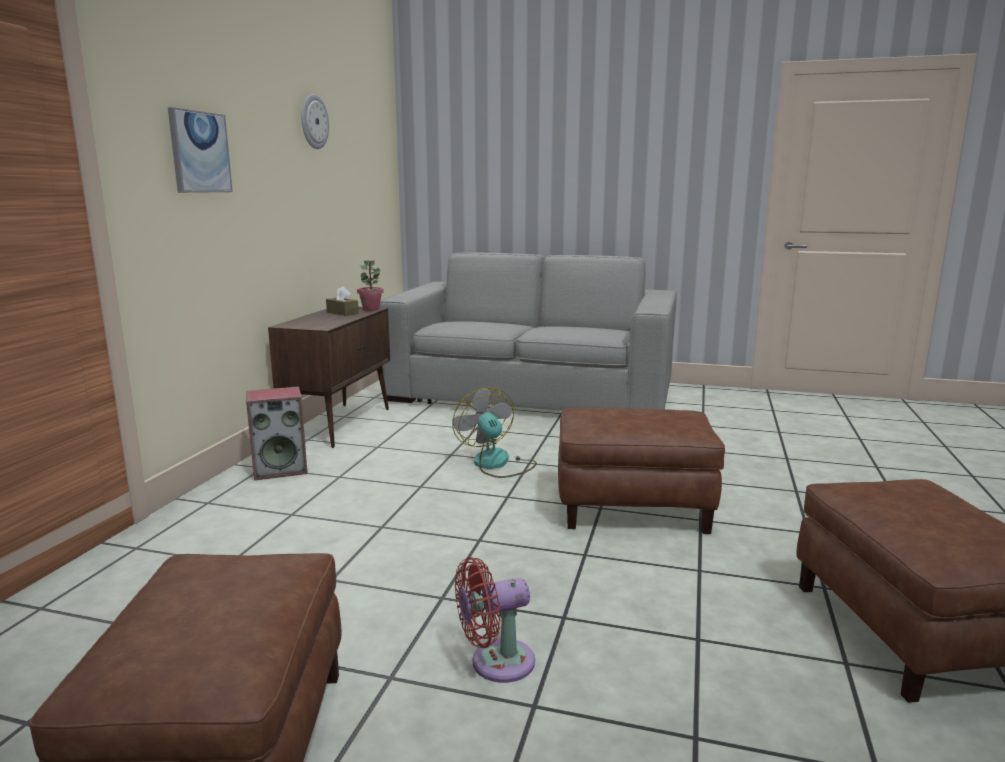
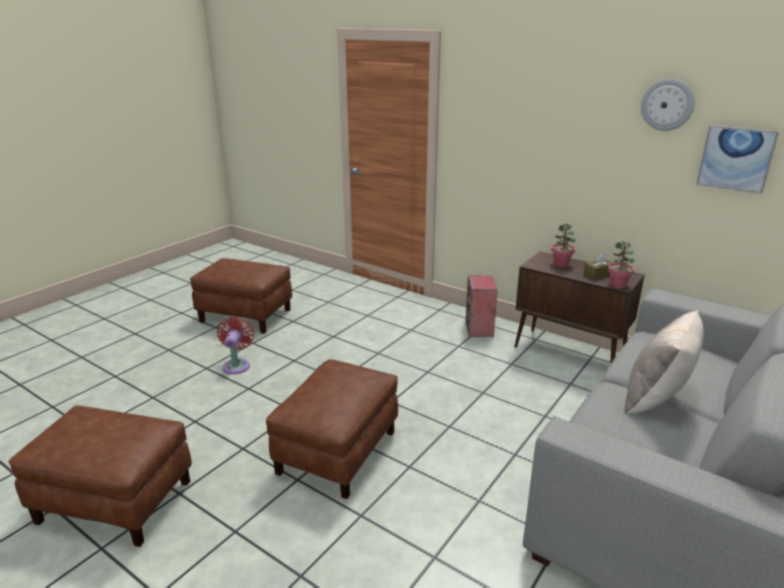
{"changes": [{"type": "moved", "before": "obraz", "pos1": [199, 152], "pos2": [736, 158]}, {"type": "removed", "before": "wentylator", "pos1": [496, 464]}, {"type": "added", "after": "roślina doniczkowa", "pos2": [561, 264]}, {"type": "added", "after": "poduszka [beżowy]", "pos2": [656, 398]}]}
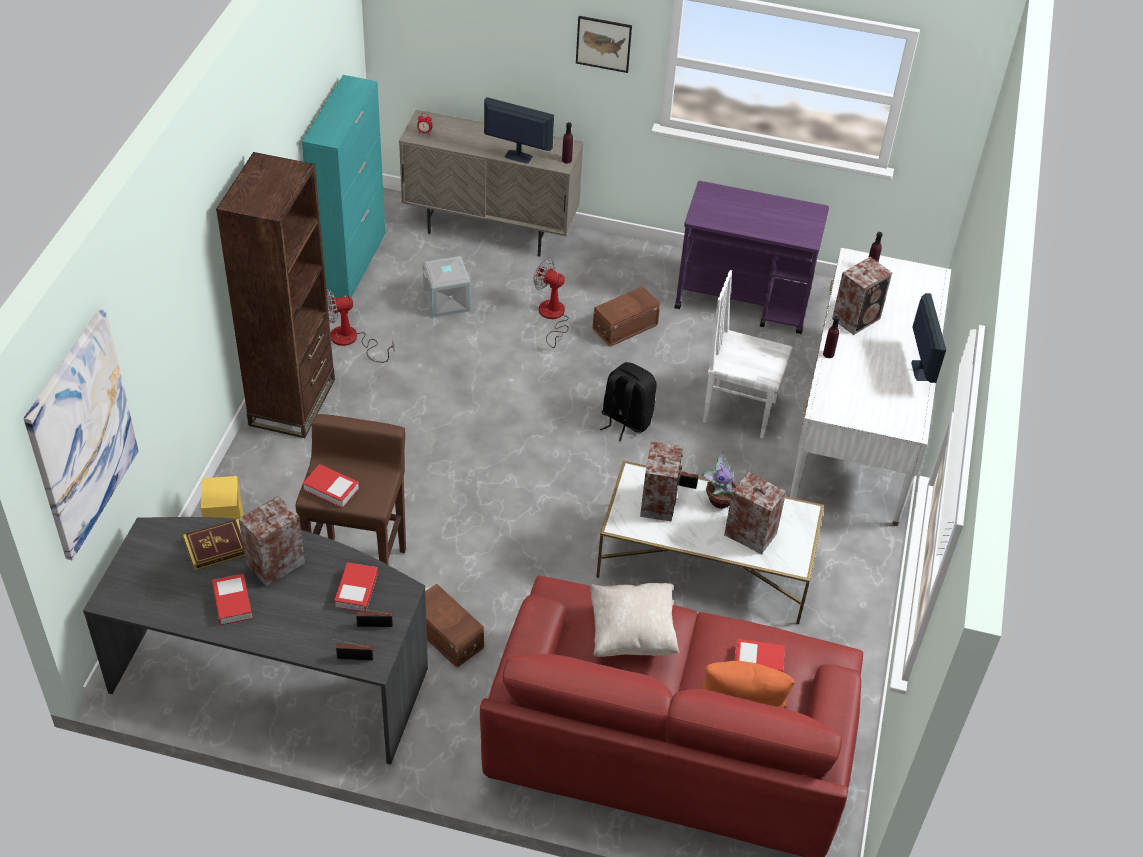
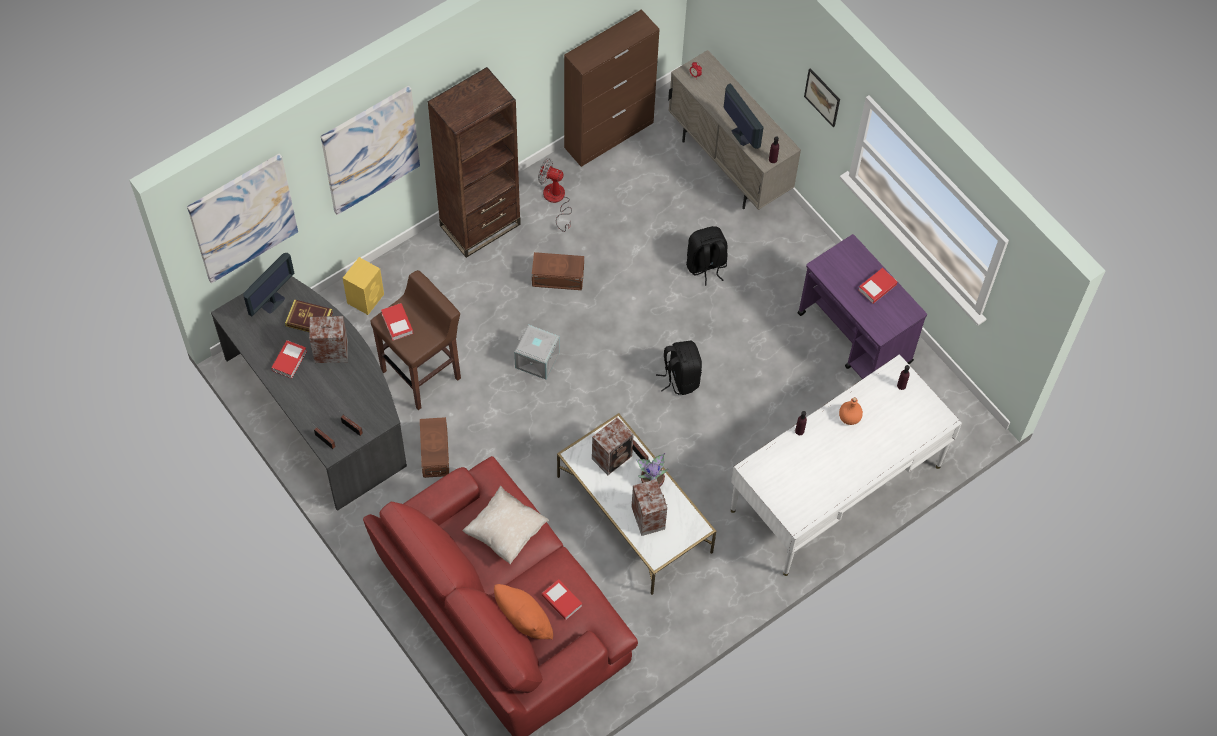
{"changes": [{"type": "recoloured", "before": "szafka [turkusowy]", "after": "szafka [brązowy]", "pos1": [352, 262], "pos2": [609, 135]}, {"type": "moved", "before": "pojemnik do przechowywania [szary]", "pos1": [446, 302], "pos2": [536, 360]}, {"type": "replaced", "before": "głośnik", "after": "butelka [pomarańczowy]", "pos1": [857, 318], "pos2": [849, 417]}, {"type": "replaced", "before": "wentylator", "after": "plecak [czarny]", "pos1": [552, 317], "pos2": [706, 265]}, {"type": "removed", "before": "krzesło [biały]", "pos1": [739, 410]}, {"type": "moved", "before": "pojemnik do przechowywania [brązowy]", "pos1": [626, 327], "pos2": [558, 278]}, {"type": "moved", "before": "monitor", "pos1": [921, 369], "pos2": [273, 302]}, {"type": "moved", "before": "książka", "pos1": [356, 590], "pos2": [877, 287]}, {"type": "added", "after": "obraz", "pos2": [370, 149]}]}
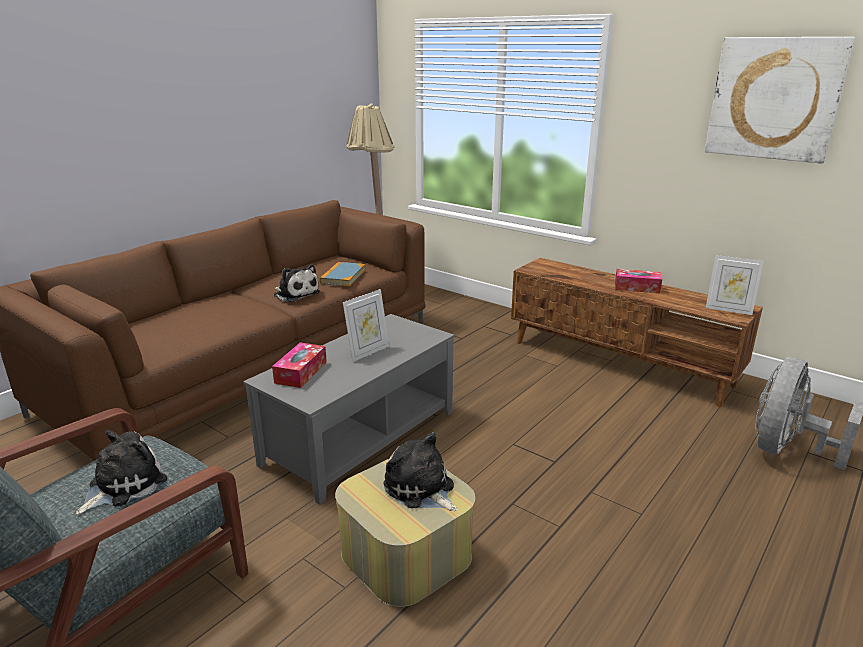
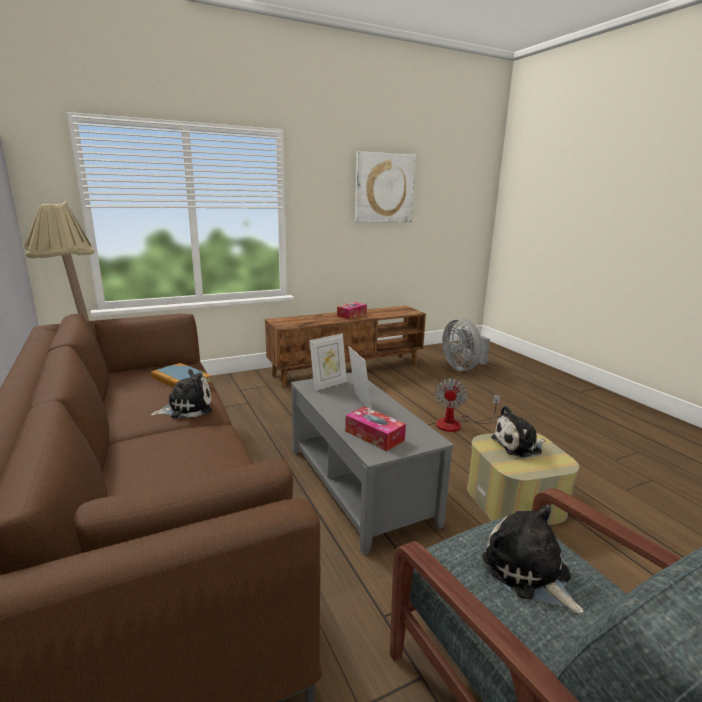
{"changes": [{"type": "moved", "before": "ramka na zdjęcie", "pos1": [728, 310], "pos2": [328, 384]}, {"type": "added", "after": "wentylator", "pos2": [456, 424]}]}
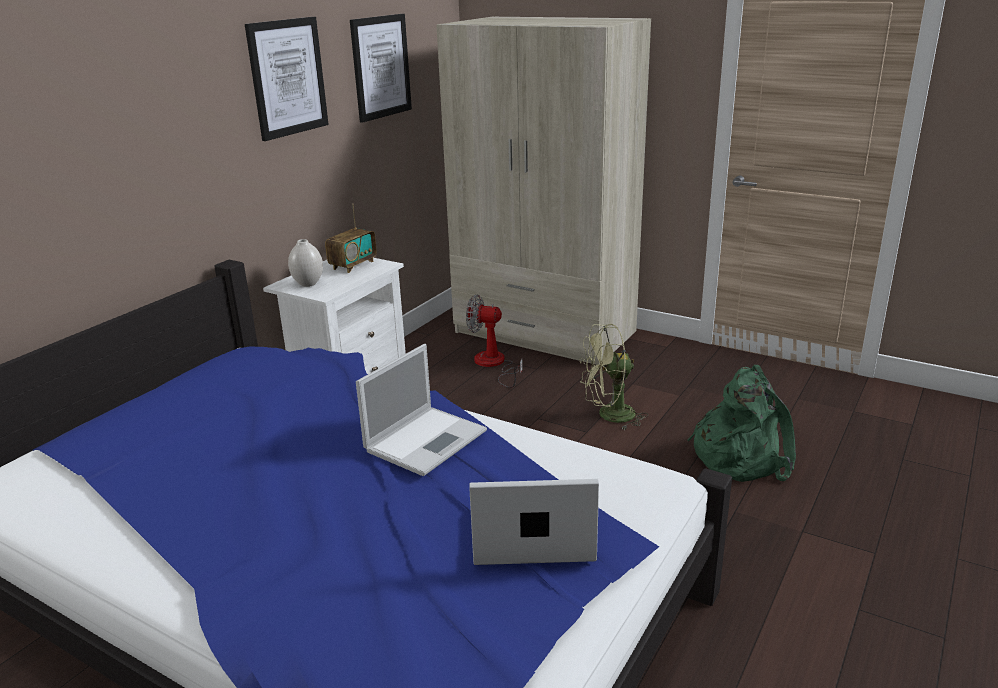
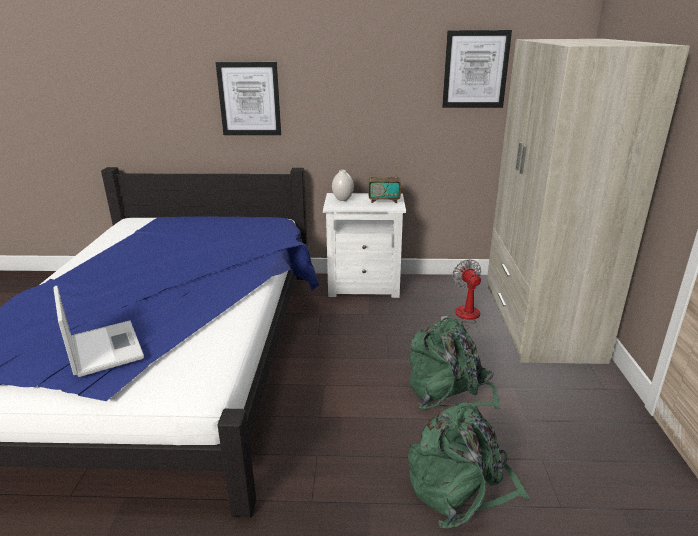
{"changes": [{"type": "moved", "before": "obraz", "pos1": [287, 77], "pos2": [249, 99]}, {"type": "replaced", "before": "wentylator [zielony]", "after": "plecak [zielony]", "pos1": [609, 416], "pos2": [448, 390]}, {"type": "removed", "before": "laptop", "pos1": [427, 439]}]}
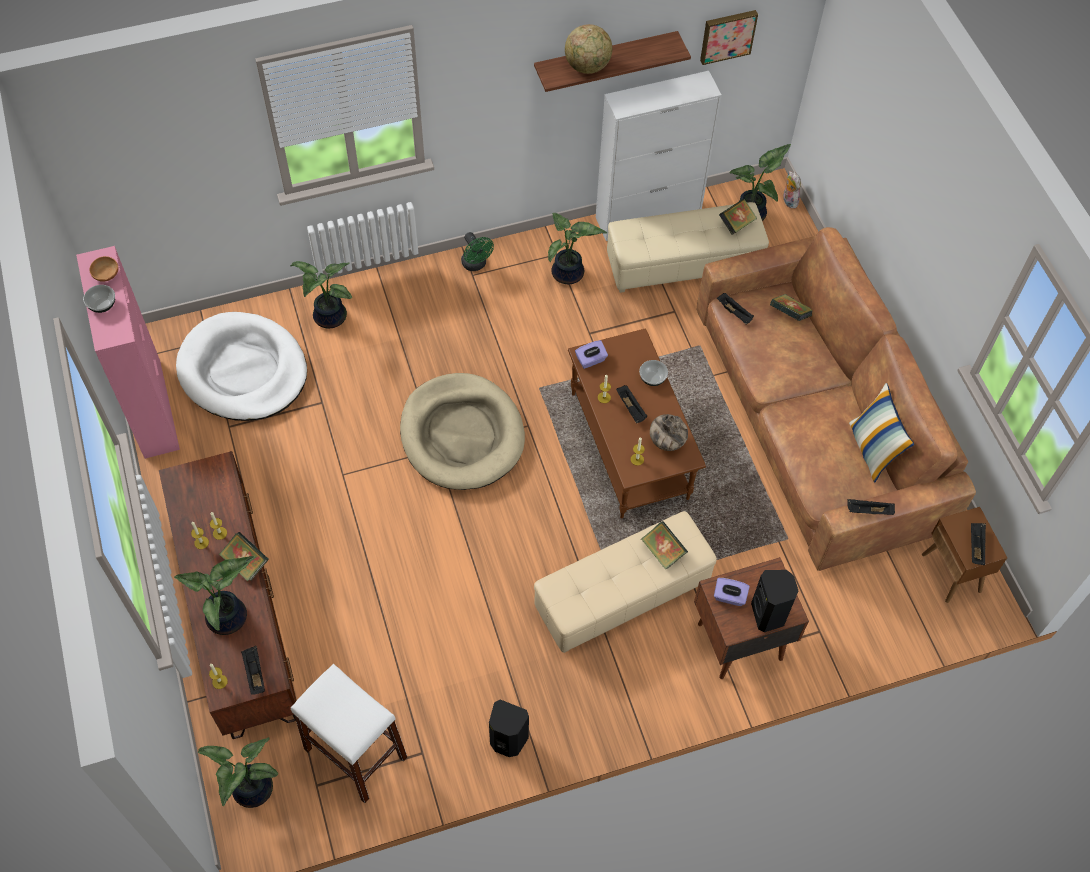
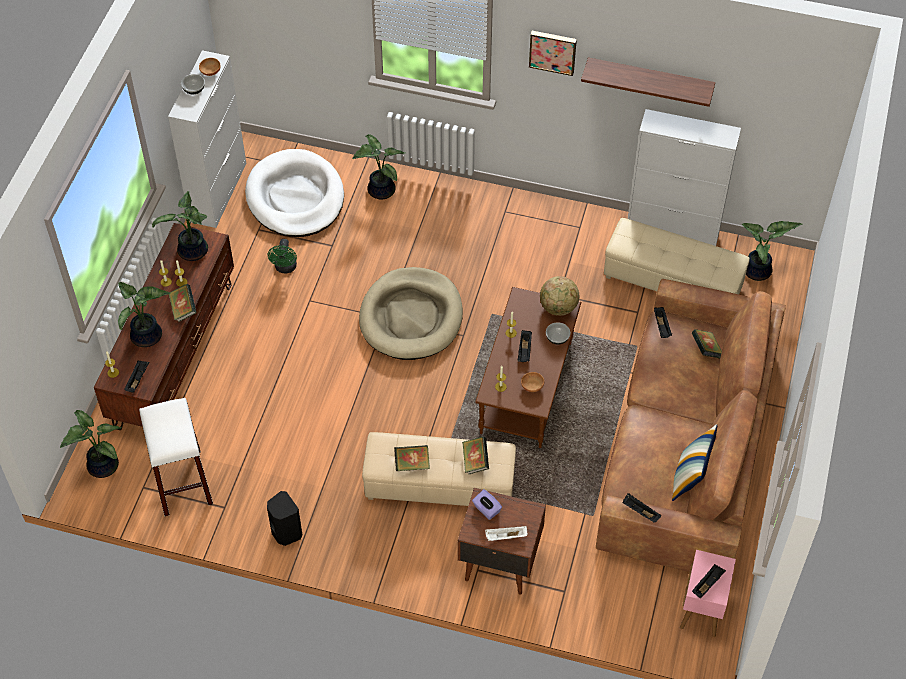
{"changes": [{"type": "moved", "before": "obraz", "pos1": [727, 35], "pos2": [553, 51]}, {"type": "moved", "before": "globus", "pos1": [587, 66], "pos2": [558, 307]}, {"type": "removed", "before": "pluszak", "pos1": [788, 200]}, {"type": "moved", "before": "książka", "pos1": [736, 224], "pos2": [412, 464]}, {"type": "moved", "before": "roślina doniczkowa", "pos1": [568, 275], "pos2": [192, 253]}, {"type": "moved", "before": "wentylator [zielony]", "pos1": [476, 265], "pos2": [285, 268]}, {"type": "recoloured", "before": "szafka [różowy]", "after": "szafka [biały]", "pos1": [152, 408], "pos2": [218, 192]}, {"type": "removed", "before": "pudełko chusteczek [fioletowy]", "pos1": [591, 360]}, {"type": "replaced", "before": "wazon", "after": "miska [brązowy]", "pos1": [666, 441], "pos2": [532, 386]}, {"type": "recoloured", "before": "stolik [brązowy]", "after": "stolik [różowy]", "pos1": [951, 573], "pos2": [702, 611]}, {"type": "replaced", "before": "głośnik [czarny]", "after": "taca [biały]", "pos1": [769, 614], "pos2": [505, 537]}]}
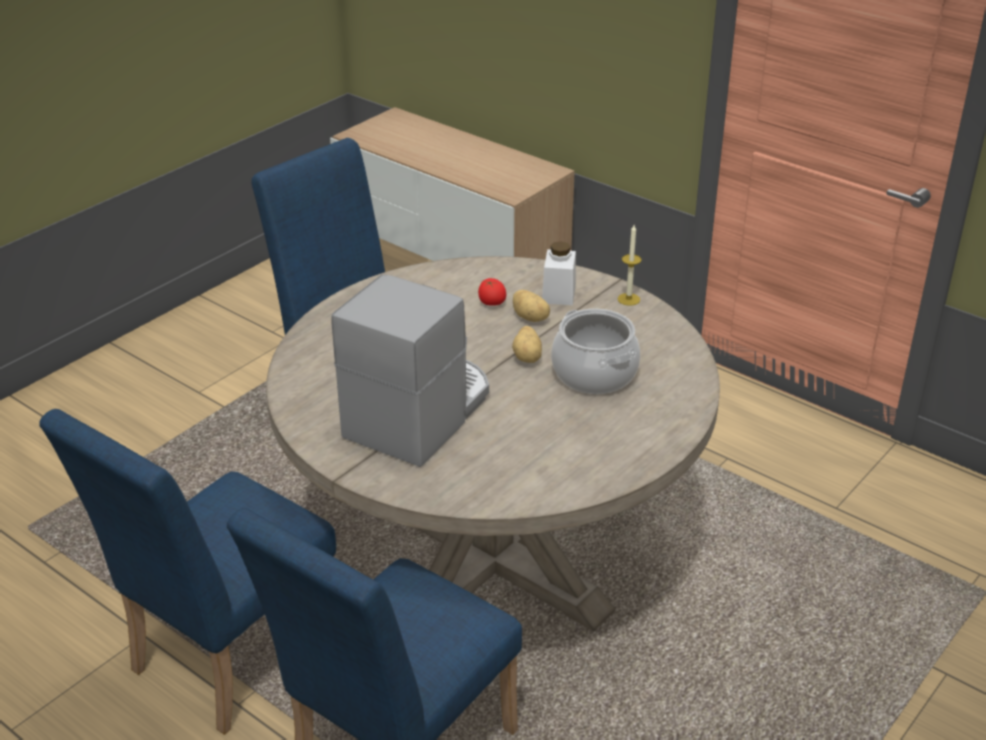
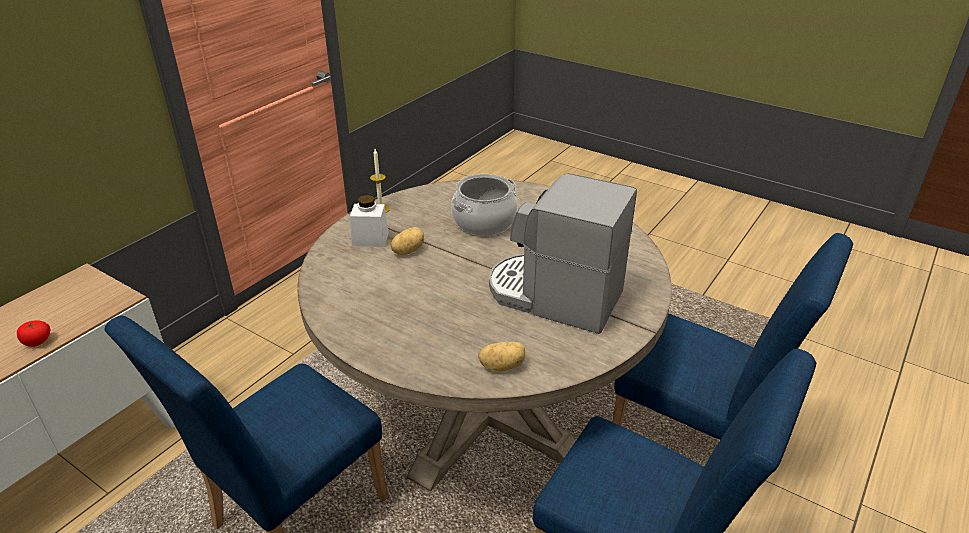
{"changes": [{"type": "moved", "before": "pomidor", "pos1": [491, 303], "pos2": [37, 342]}, {"type": "moved", "before": "ziemniak", "pos1": [528, 357], "pos2": [502, 366]}]}
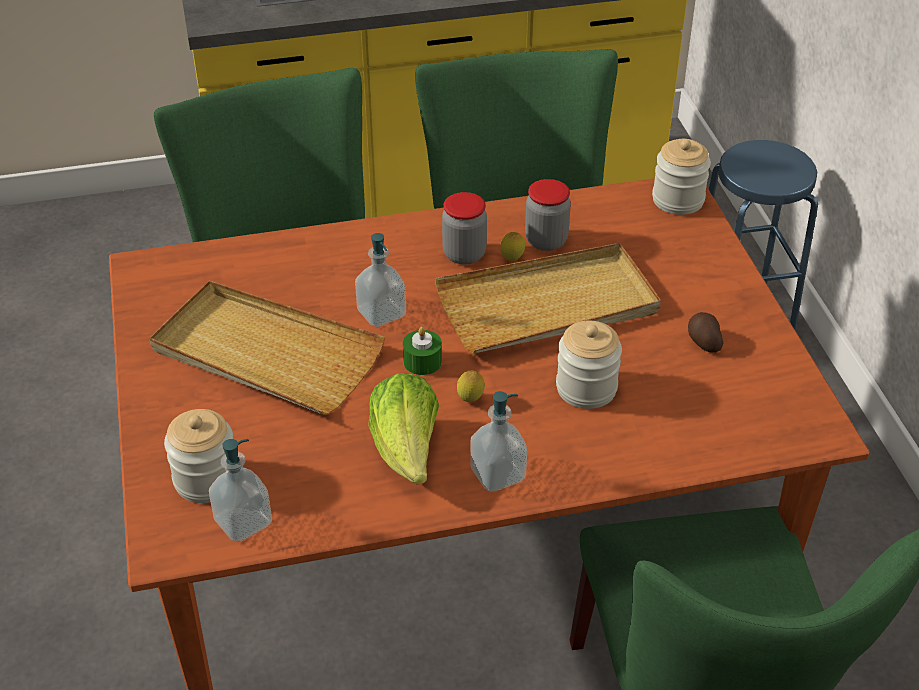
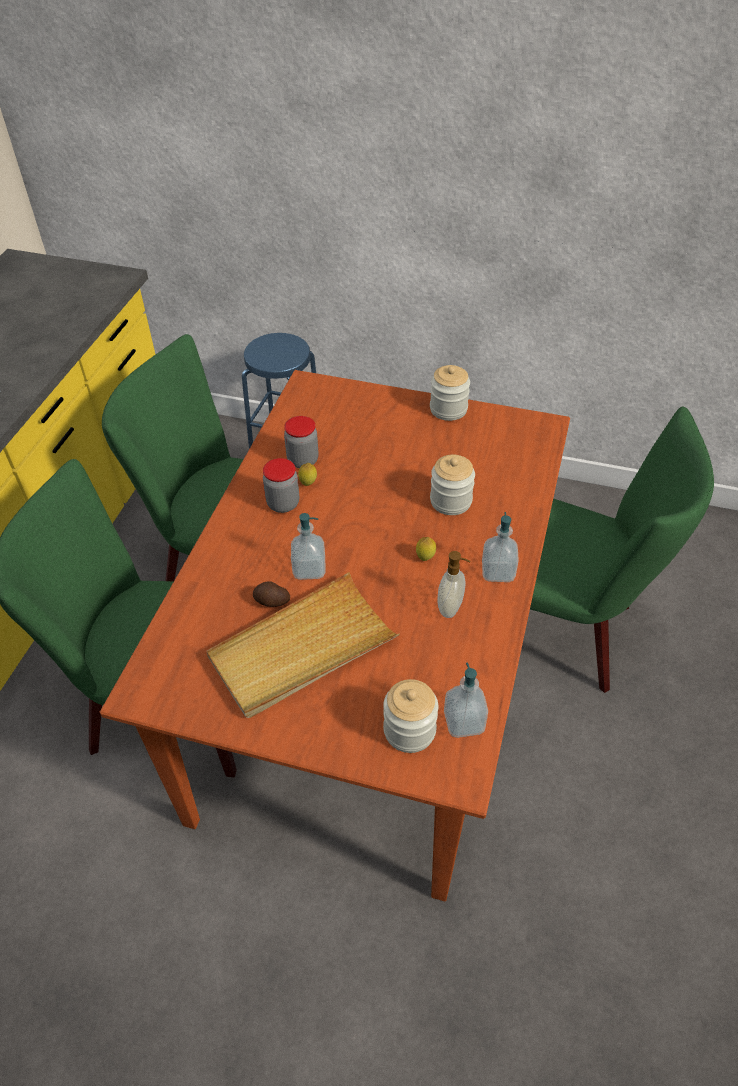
{"changes": [{"type": "moved", "before": "słoik", "pos1": [678, 200], "pos2": [448, 409]}, {"type": "removed", "before": "taca [beżowy]", "pos1": [548, 305]}, {"type": "moved", "before": "ziemniak", "pos1": [703, 342], "pos2": [271, 601]}, {"type": "removed", "before": "świeca [zielony]", "pos1": [422, 361]}, {"type": "replaced", "before": "sałata", "after": "dozownik mydła", "pos1": [407, 451], "pos2": [451, 608]}]}
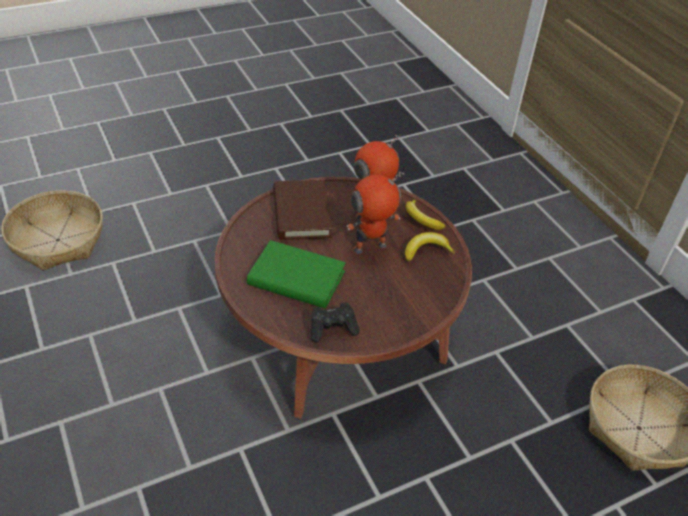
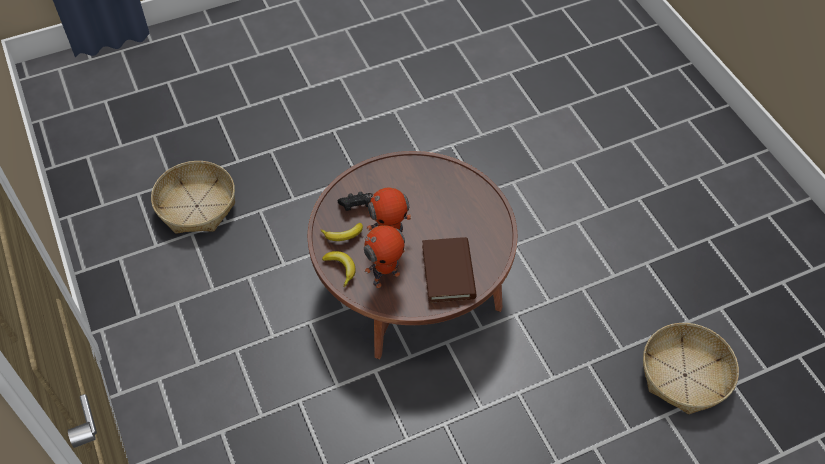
{"changes": [{"type": "removed", "before": "książka [zielony]", "pos1": [296, 278]}, {"type": "moved", "before": "pad do gier [czarny]", "pos1": [332, 329], "pos2": [356, 206]}]}
